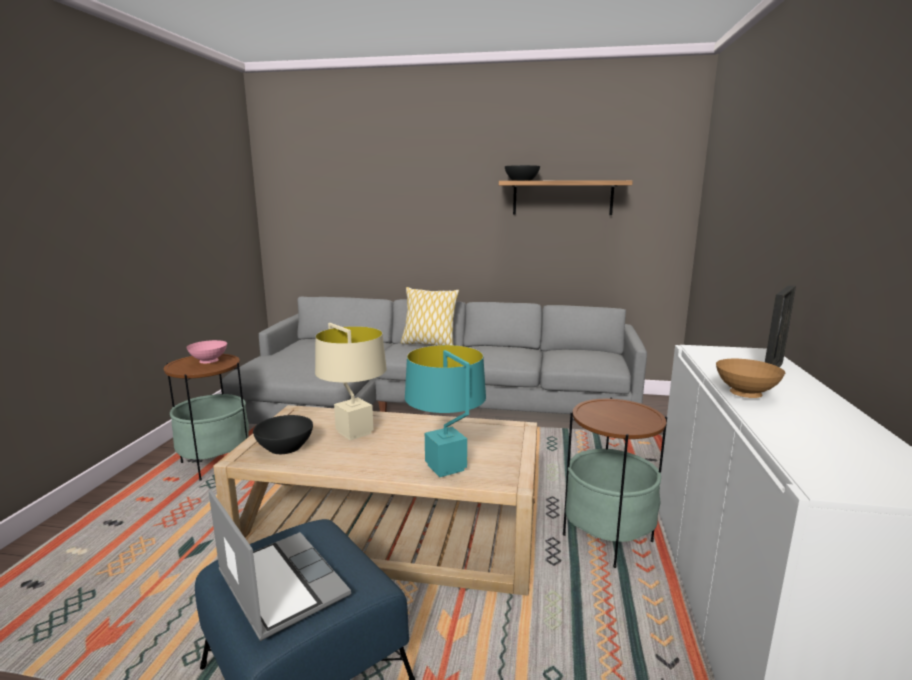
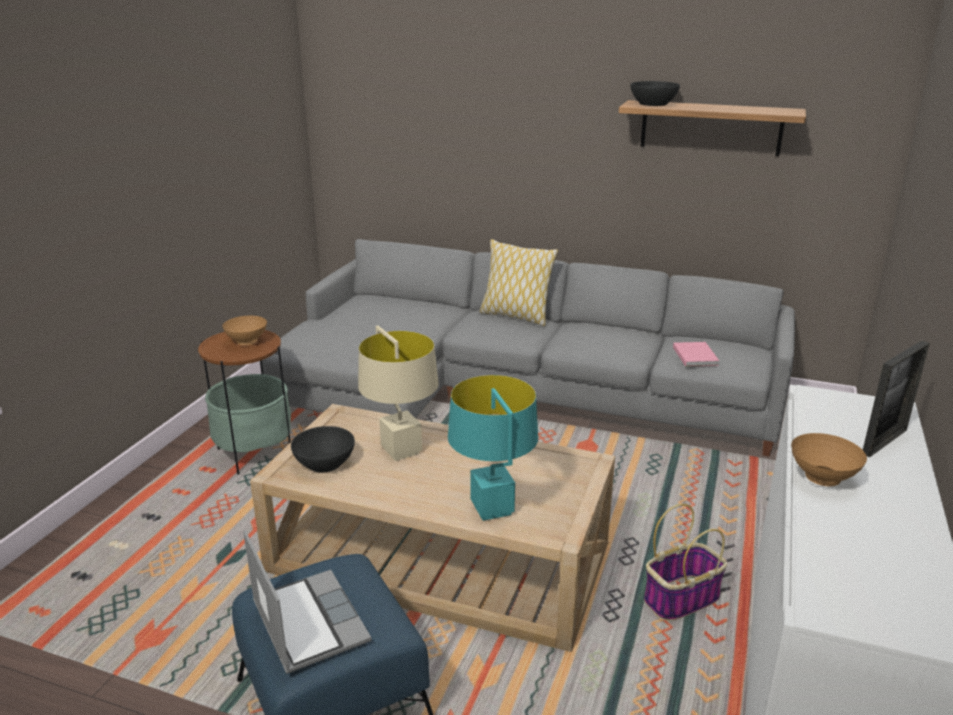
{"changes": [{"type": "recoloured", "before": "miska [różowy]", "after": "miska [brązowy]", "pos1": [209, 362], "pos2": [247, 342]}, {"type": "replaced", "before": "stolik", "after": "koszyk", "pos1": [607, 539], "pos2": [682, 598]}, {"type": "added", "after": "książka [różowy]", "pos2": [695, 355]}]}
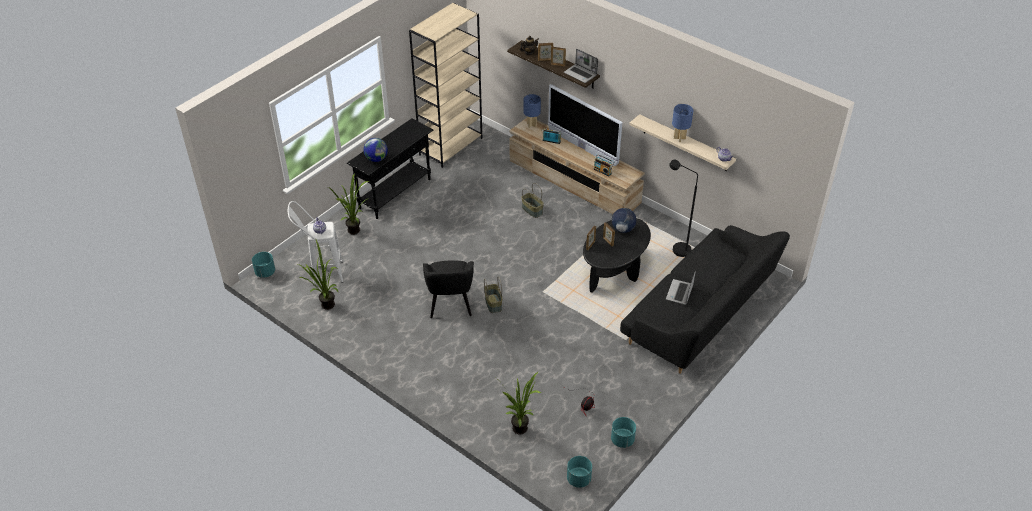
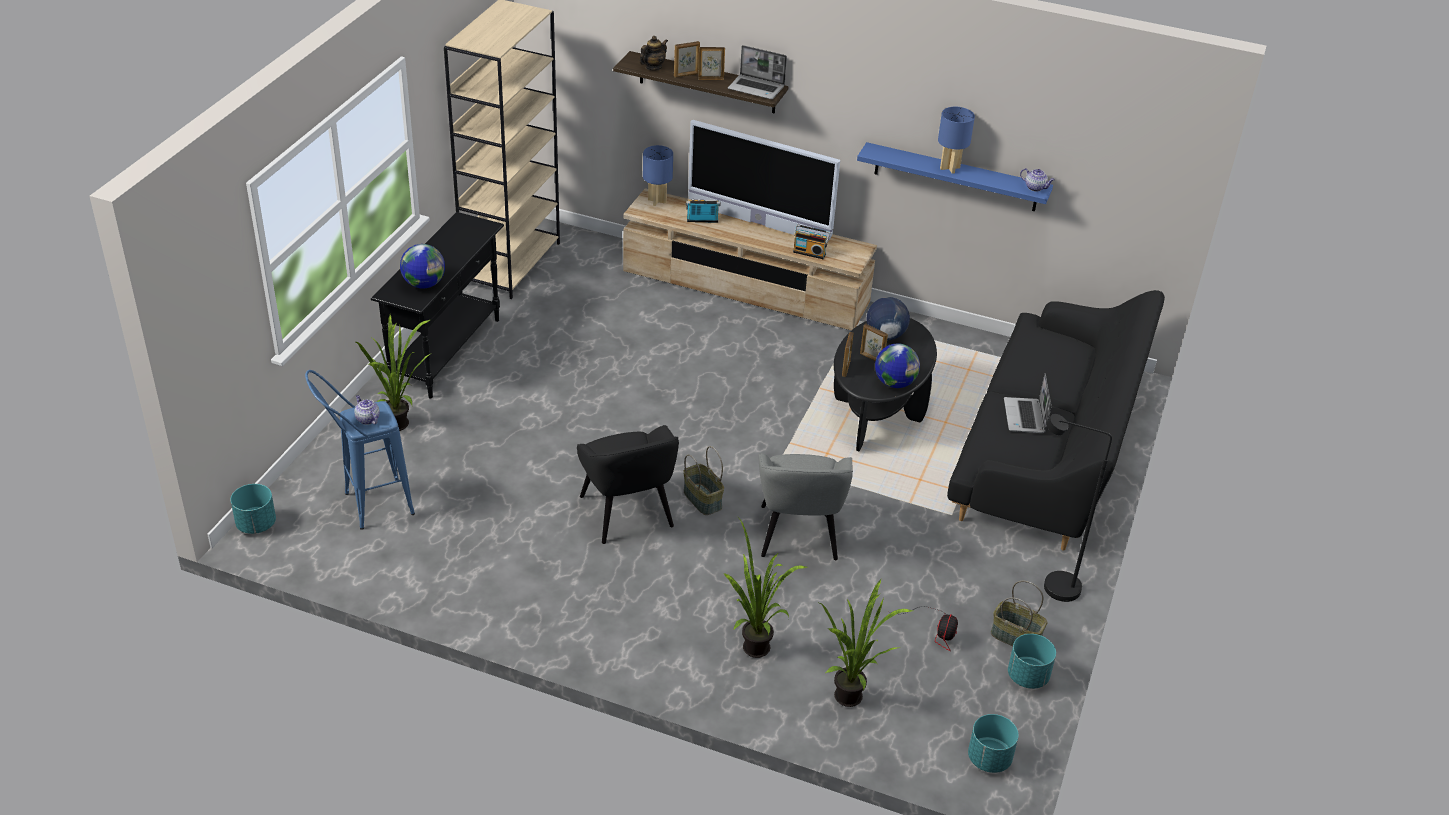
{"changes": [{"type": "recoloured", "before": "półka [beżowy]", "after": "półka [niebieski]", "pos1": [685, 143], "pos2": [956, 177]}, {"type": "moved", "before": "lampa stojąca [czarny]", "pos1": [677, 248], "pos2": [1051, 585]}, {"type": "moved", "before": "koszyk", "pos1": [532, 210], "pos2": [1016, 637]}, {"type": "recoloured", "before": "stołek [biały]", "after": "stołek [niebieski]", "pos1": [321, 274], "pos2": [367, 507]}, {"type": "moved", "before": "roślina doniczkowa", "pos1": [325, 306], "pos2": [752, 653]}, {"type": "added", "after": "globus", "pos2": [895, 383]}, {"type": "added", "after": "fotel [szary]", "pos2": [798, 534]}]}
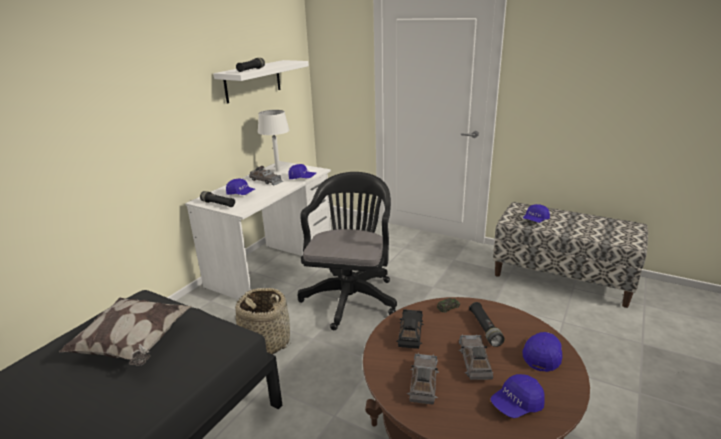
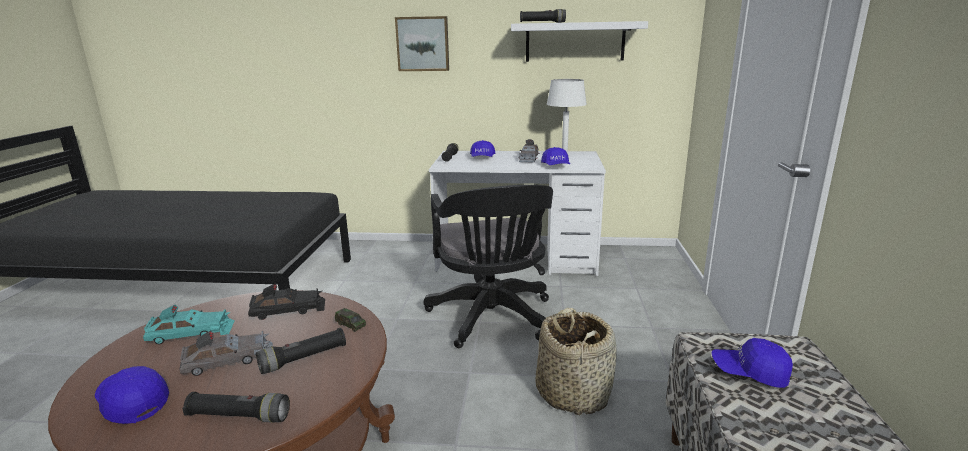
{"changes": [{"type": "turned", "before": "krzesło biurowe [czarny]", "pos1": [351, 296], "pos2": [492, 319], "turn": 90}, {"type": "moved", "before": "koszyk", "pos1": [265, 342], "pos2": [573, 393]}, {"type": "removed", "before": "poduszka", "pos1": [134, 345]}, {"type": "replaced", "before": "czapka z daszkiem [niebieski]", "after": "latarka [czarny]", "pos1": [542, 355], "pos2": [239, 417]}, {"type": "recoloured", "before": "samochodzik [szary]", "after": "samochodzik [turkusowy]", "pos1": [423, 382], "pos2": [191, 333]}, {"type": "added", "after": "obraz", "pos2": [423, 44]}]}
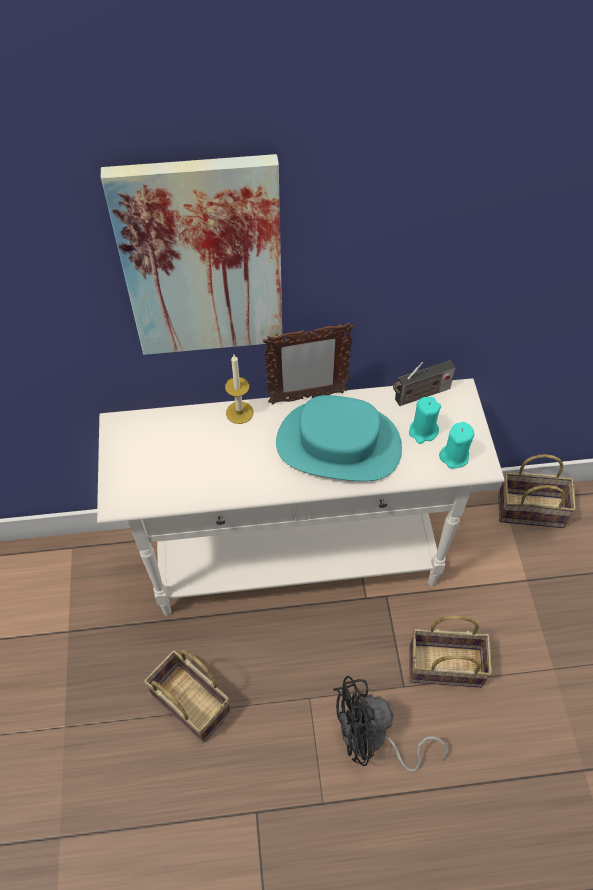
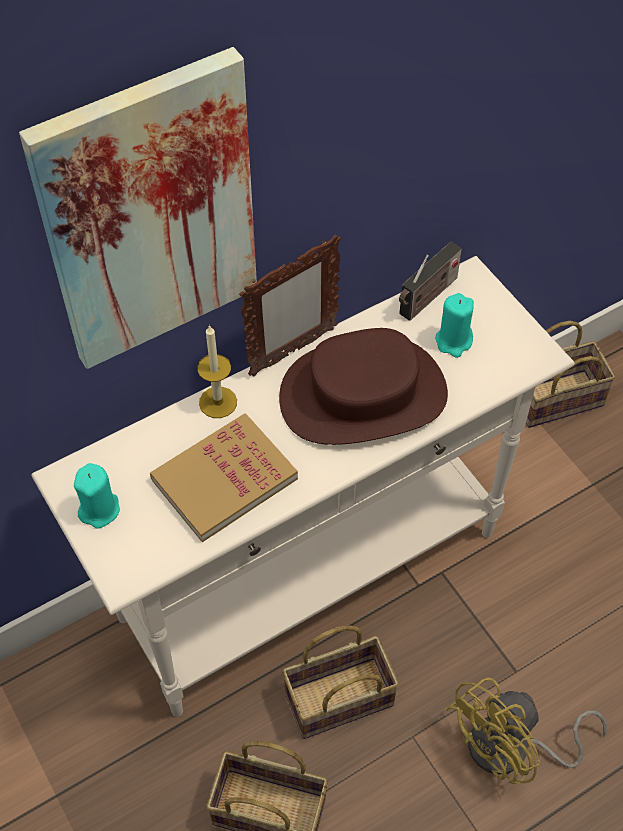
{"changes": [{"type": "recoloured", "before": "kapelusz [turkusowy]", "after": "kapelusz [brązowy]", "pos1": [338, 445], "pos2": [363, 396]}, {"type": "moved", "before": "świeca [turkusowy]", "pos1": [454, 456], "pos2": [99, 509]}, {"type": "moved", "before": "koszyk", "pos1": [443, 667], "pos2": [337, 702]}, {"type": "recoloured", "before": "wentylator [czarny]", "after": "wentylator [żółty]", "pos1": [372, 739], "pos2": [511, 750]}, {"type": "added", "after": "książka", "pos2": [224, 479]}]}
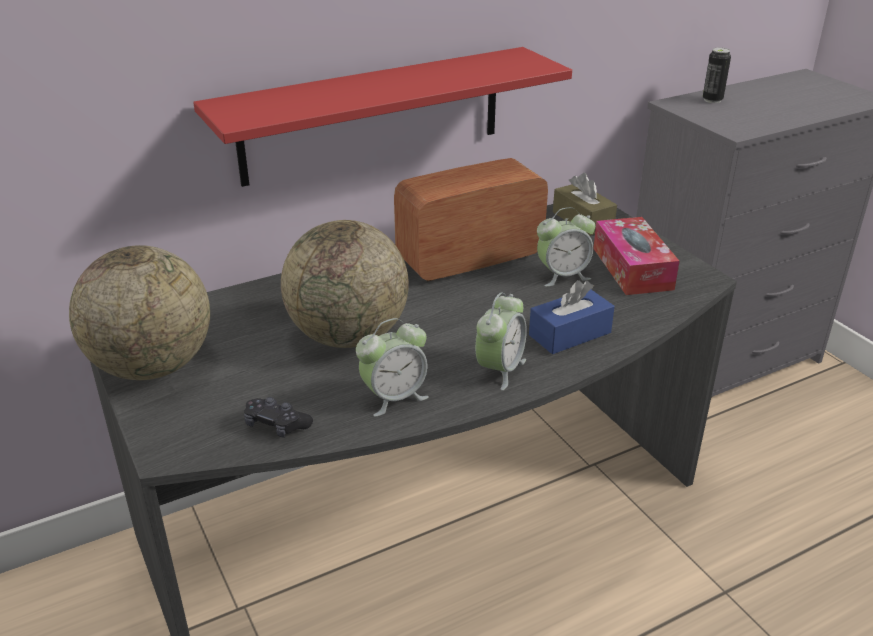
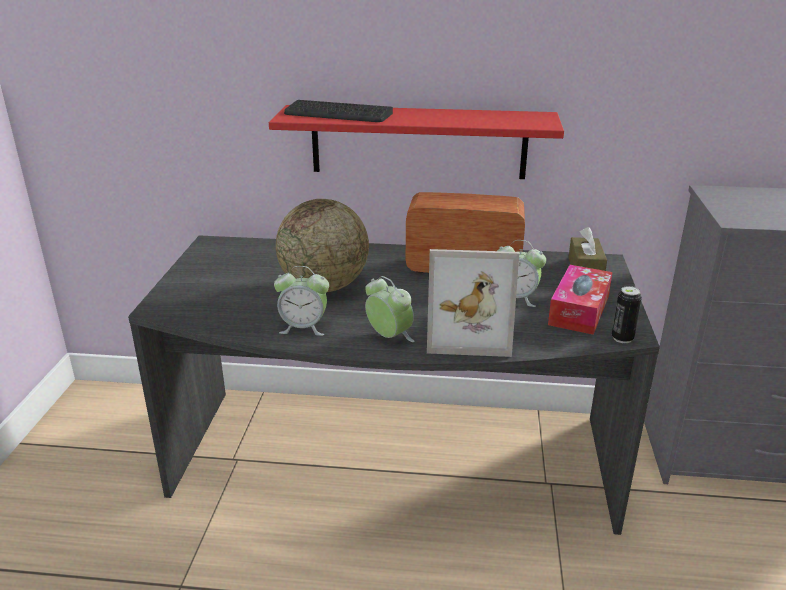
{"changes": [{"type": "moved", "before": "puszka", "pos1": [712, 100], "pos2": [622, 338]}, {"type": "removed", "before": "globus", "pos1": [153, 366]}, {"type": "replaced", "before": "pudełko chusteczek [niebieski]", "after": "ramka na zdjęcie", "pos1": [570, 334], "pos2": [468, 334]}, {"type": "turned", "before": "budzik", "pos1": [499, 370], "pos2": [389, 337], "turn": -105}, {"type": "removed", "before": "pad do gier [czarny]", "pos1": [276, 425]}, {"type": "added", "after": "klawiatura", "pos2": [338, 113]}]}
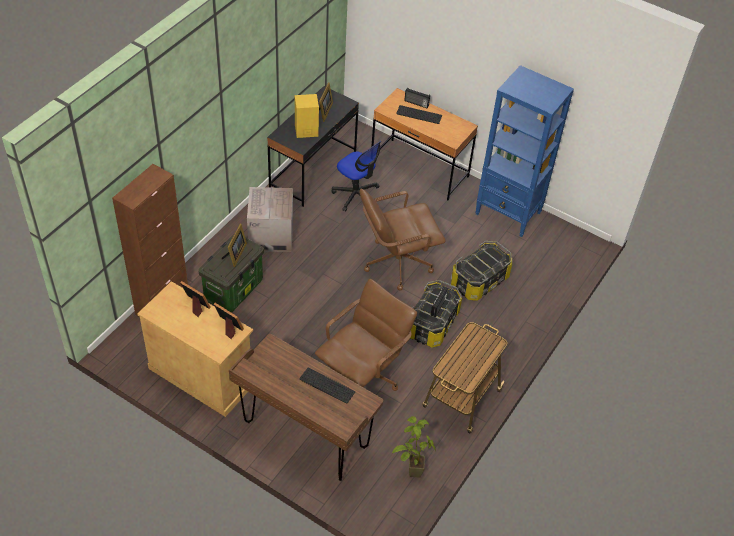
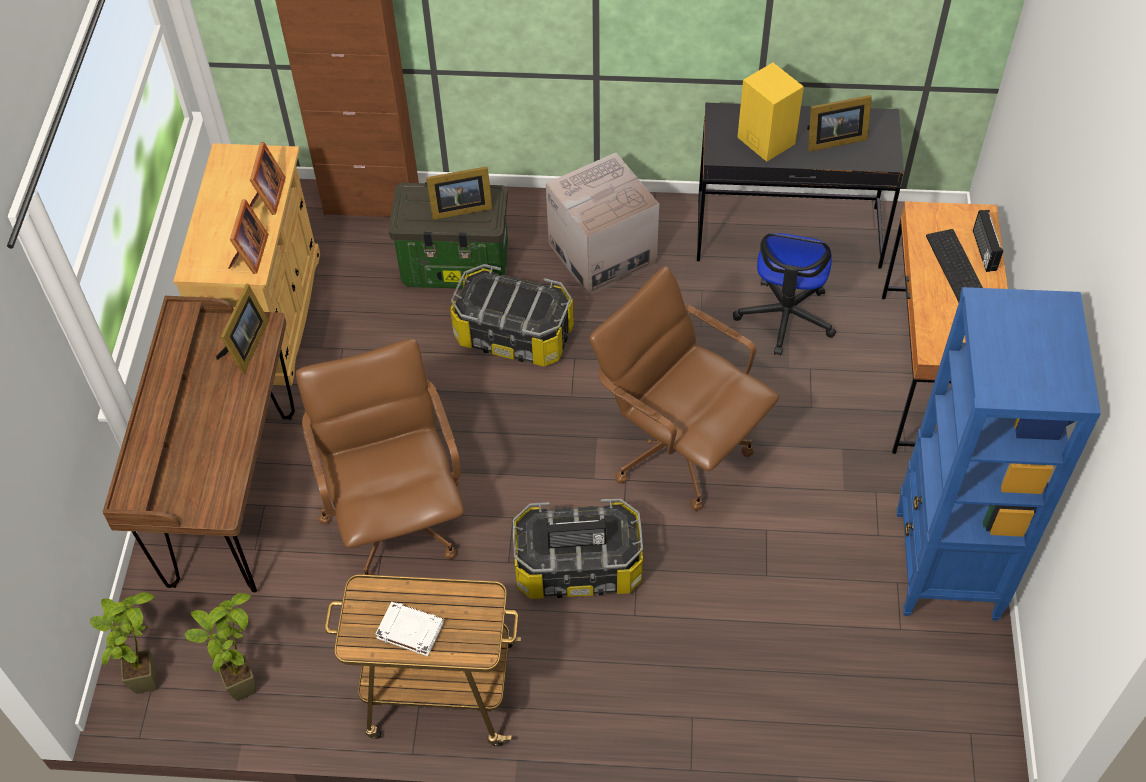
{"changes": [{"type": "moved", "before": "pojemnik do przechowywania", "pos1": [479, 281], "pos2": [513, 335]}, {"type": "turned", "before": "krzesło biurowe [brązowy]", "pos1": [362, 376], "pos2": [396, 518], "turn": -120}, {"type": "removed", "before": "klawiatura", "pos1": [326, 386]}, {"type": "added", "after": "ramka na zdjęcie", "pos2": [246, 347]}, {"type": "added", "after": "roślina doniczkowa", "pos2": [149, 672]}, {"type": "added", "after": "książka [biały]", "pos2": [409, 630]}]}
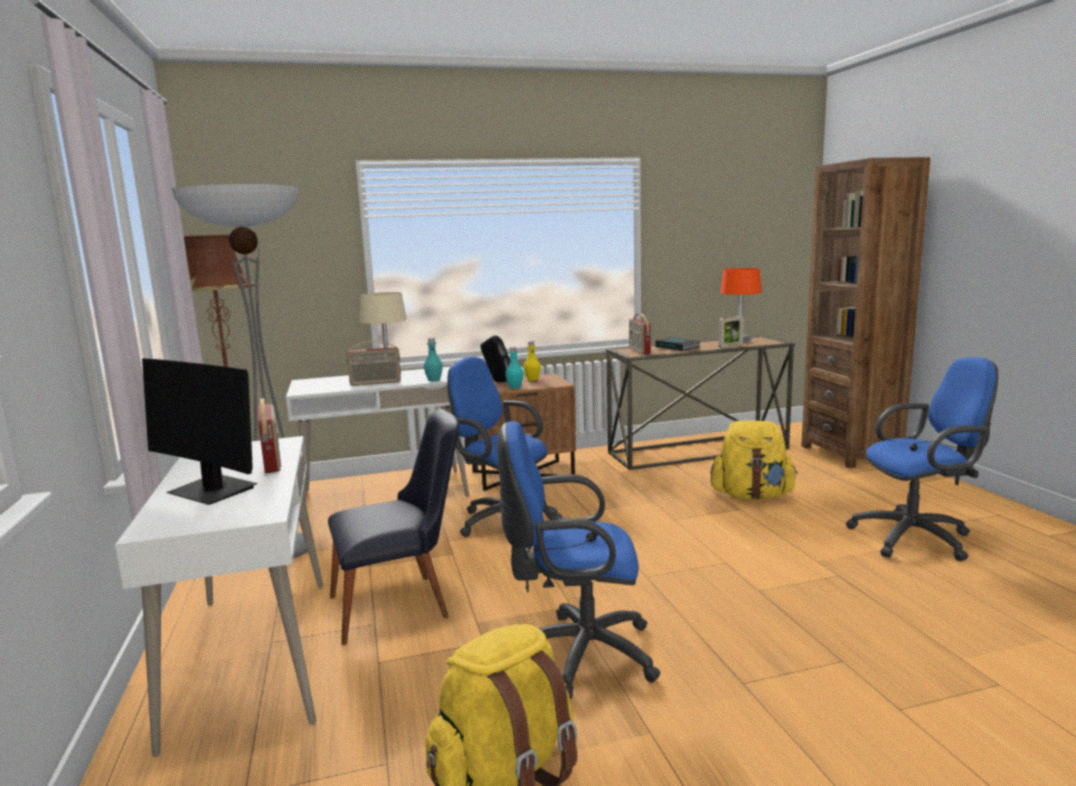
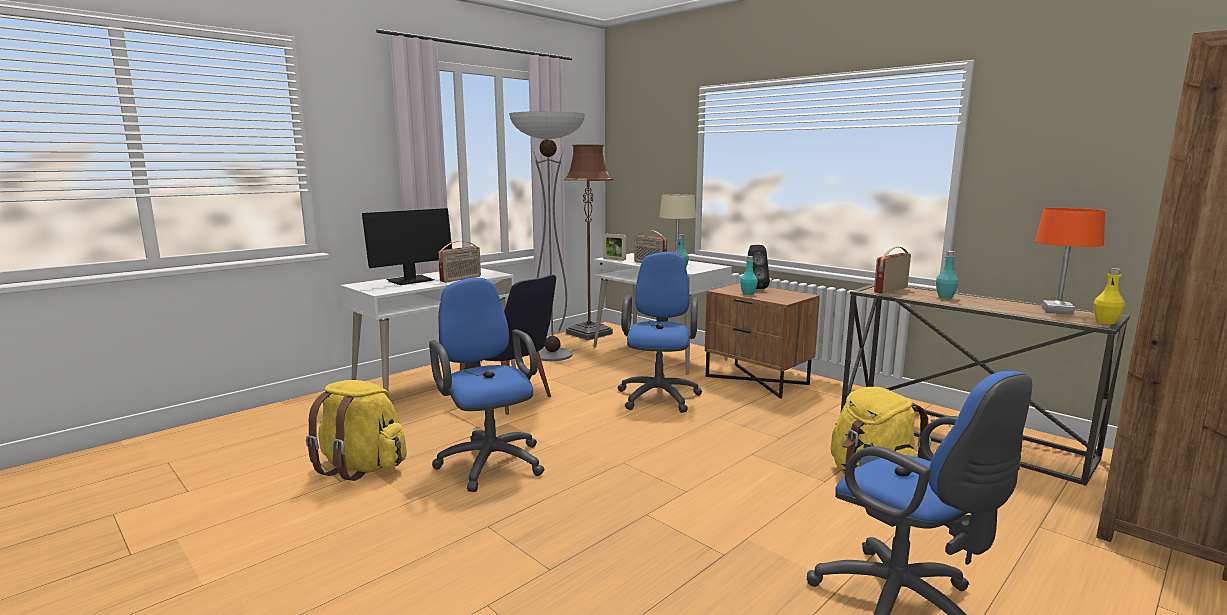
{"changes": [{"type": "moved", "before": "ramka na zdjęcie", "pos1": [730, 346], "pos2": [614, 259]}, {"type": "replaced", "before": "książka", "after": "butelka [turkusowy]", "pos1": [678, 347], "pos2": [945, 297]}, {"type": "moved", "before": "butelka [żółty]", "pos1": [532, 379], "pos2": [1105, 322]}, {"type": "turned", "before": "monitor", "pos1": [212, 491], "pos2": [410, 281], "turn": -135}]}
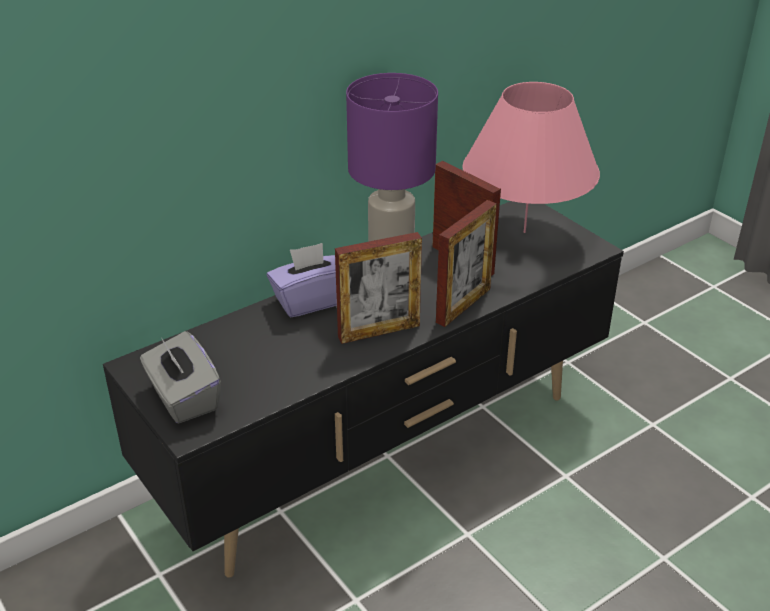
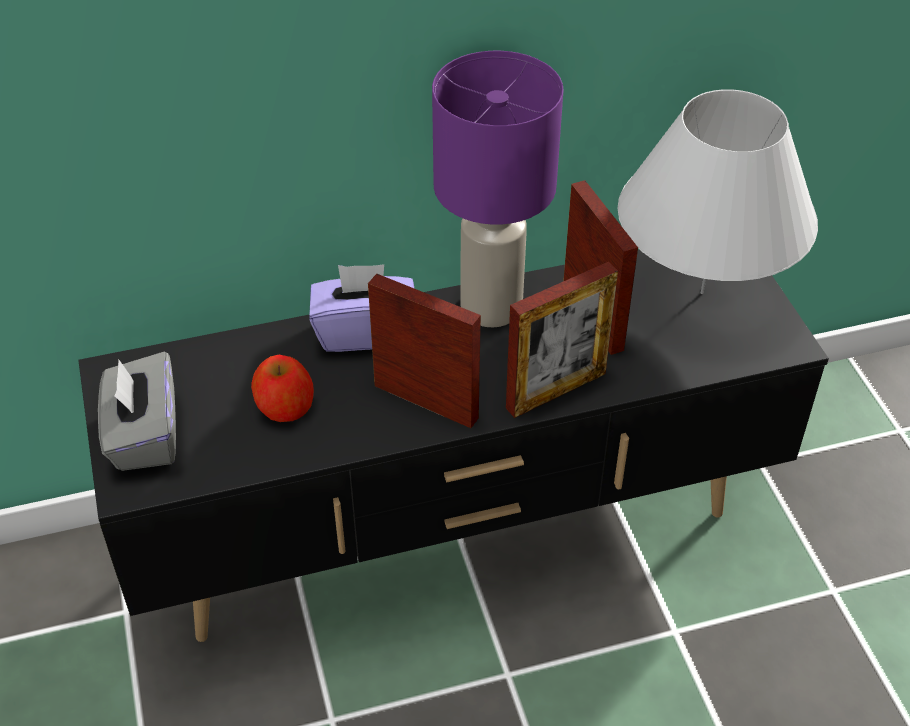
{"changes": [{"type": "recoloured", "before": "lampa stołowa [różowy]", "after": "lampa stołowa [biały]", "pos1": [524, 232], "pos2": [702, 293]}, {"type": "turned", "before": "ramka na zdjęcie", "pos1": [379, 331], "pos2": [426, 402], "turn": -150}, {"type": "added", "after": "jabłko", "pos2": [285, 405]}]}
